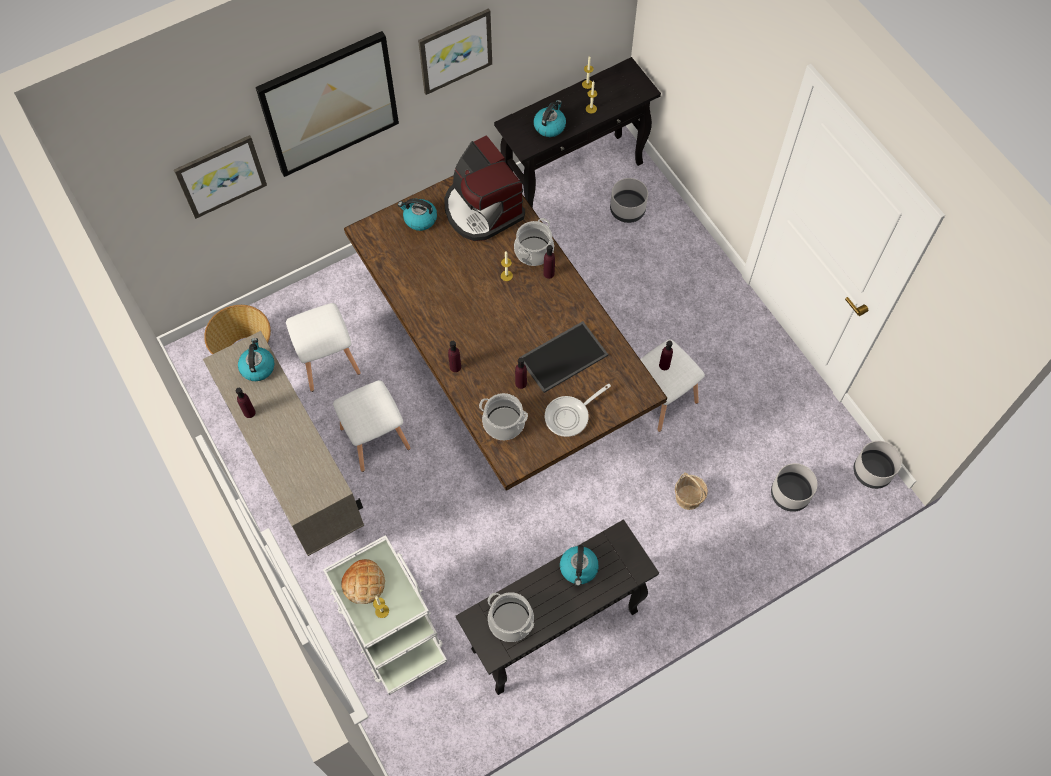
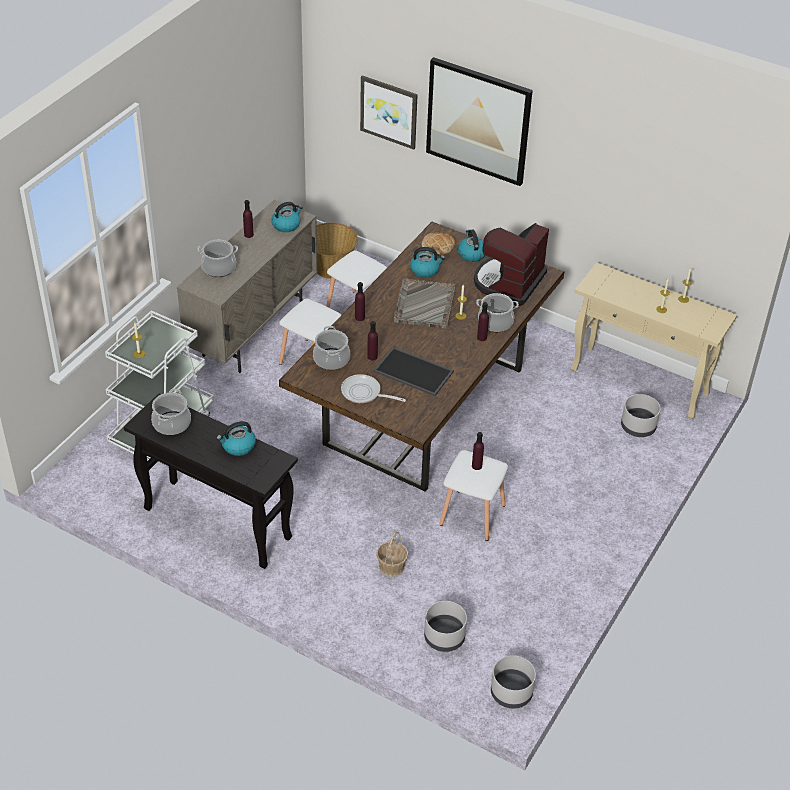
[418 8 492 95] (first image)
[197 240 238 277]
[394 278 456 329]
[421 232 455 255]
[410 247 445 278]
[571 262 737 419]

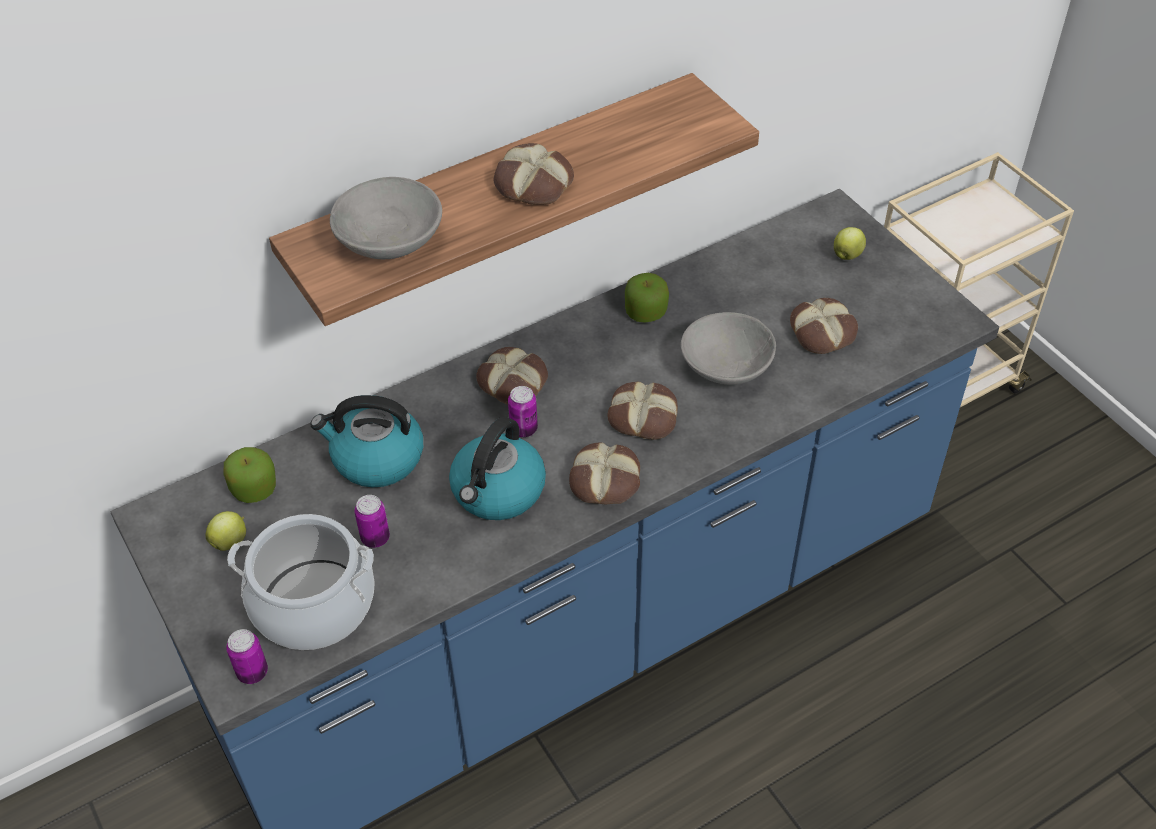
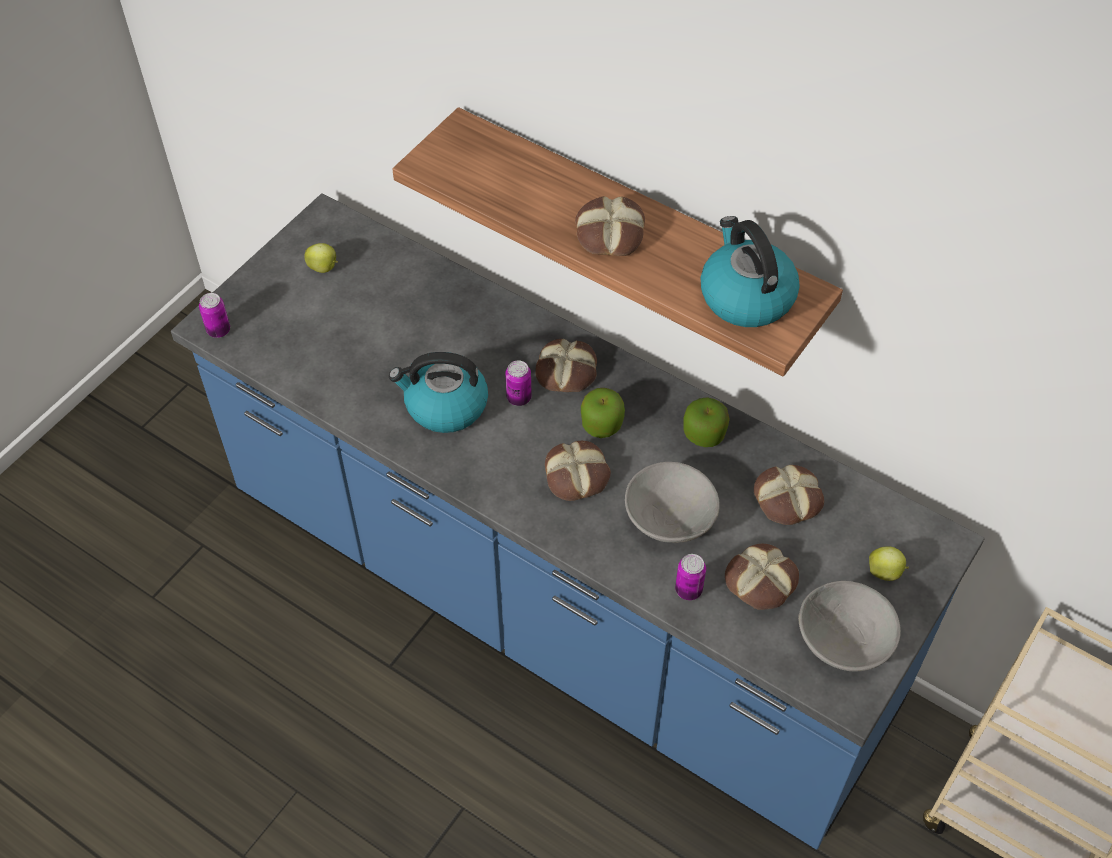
[227 514 375 650] (first image)
[581 388 625 438]
[701 216 800 327]
[798 581 901 671]
[675 554 706 600]
[754 465 824 525]

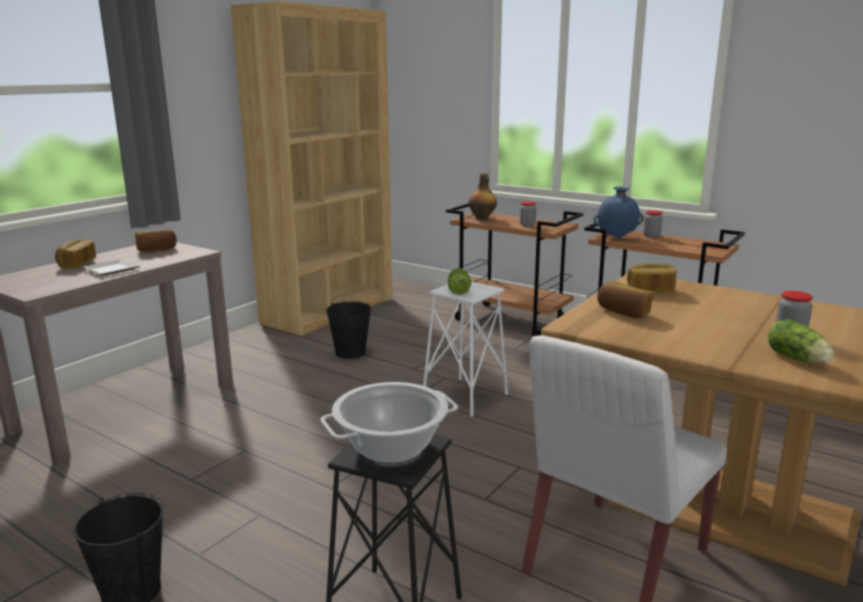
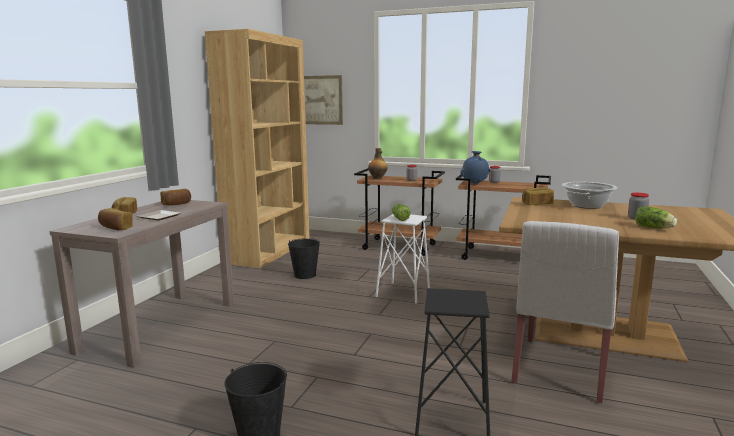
[304 75 343 125]
[562 182 617 209]
[98 208 133 230]

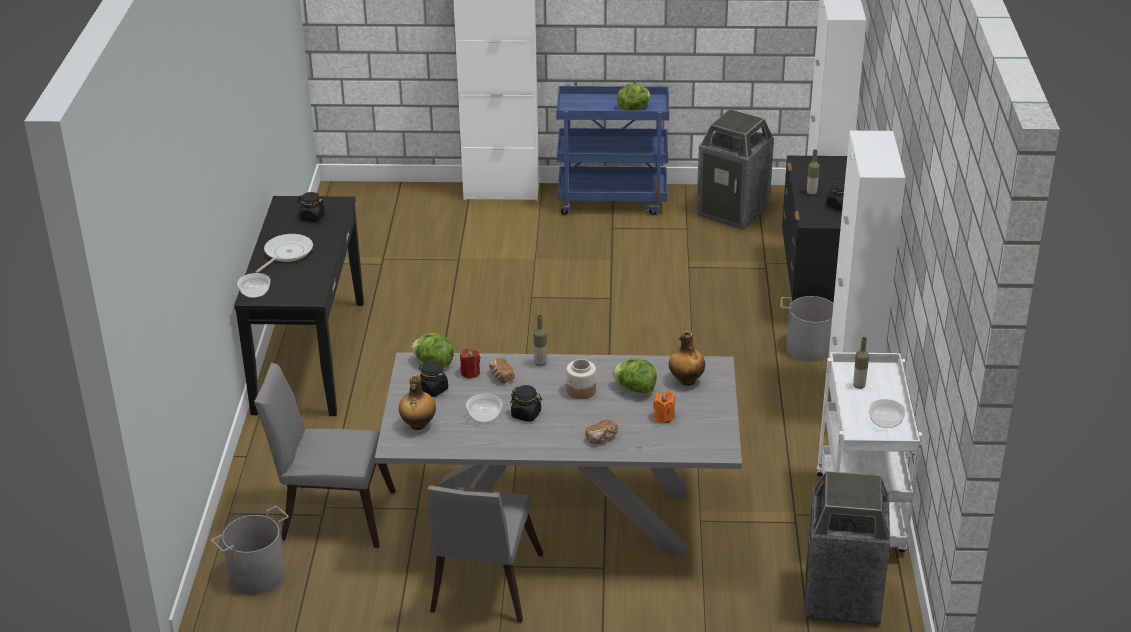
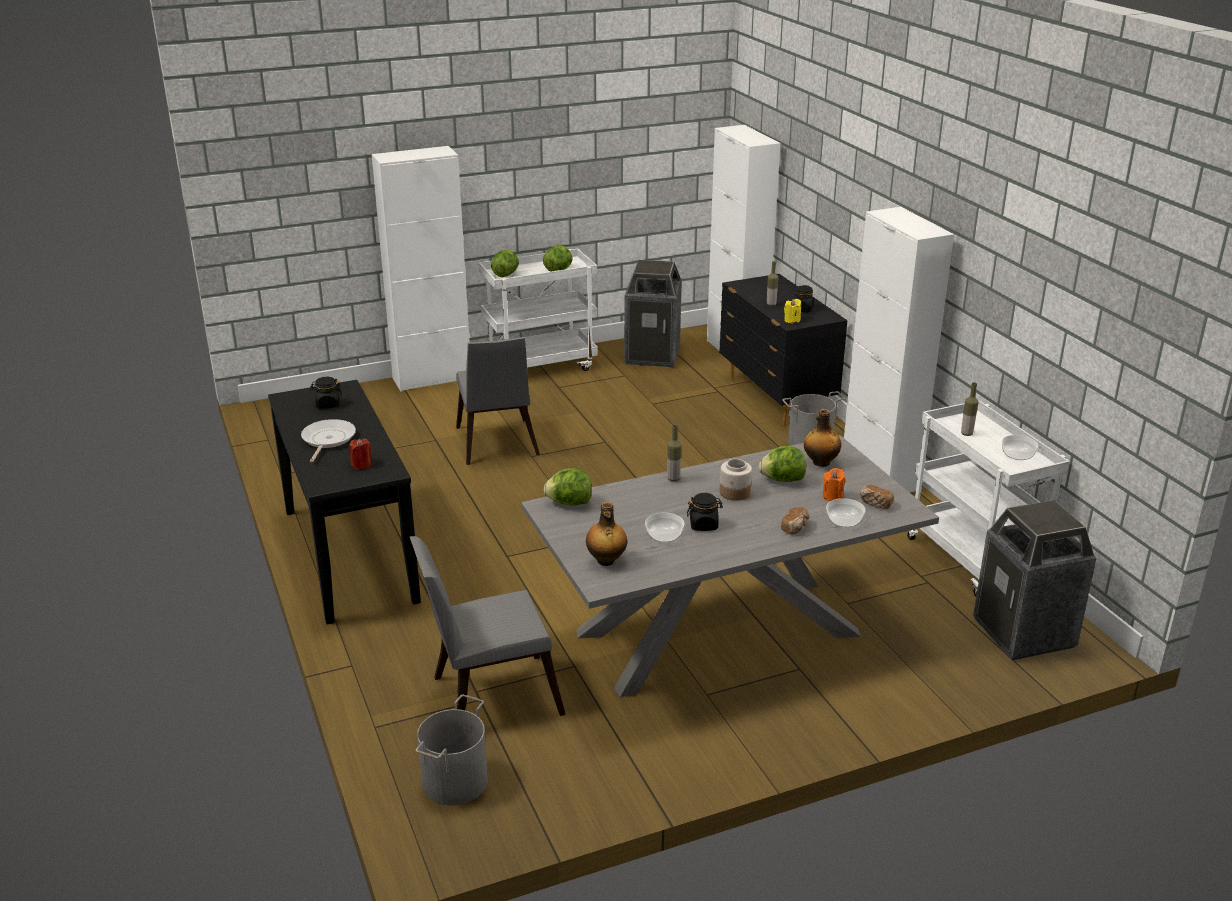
[419 361 448 397] (first image)
[491 250 519 277]
[784 299 801 324]
[826 498 865 527]
[456 337 540 465]
[349 439 372 469]
[860 484 894 509]
[479 249 598 371]

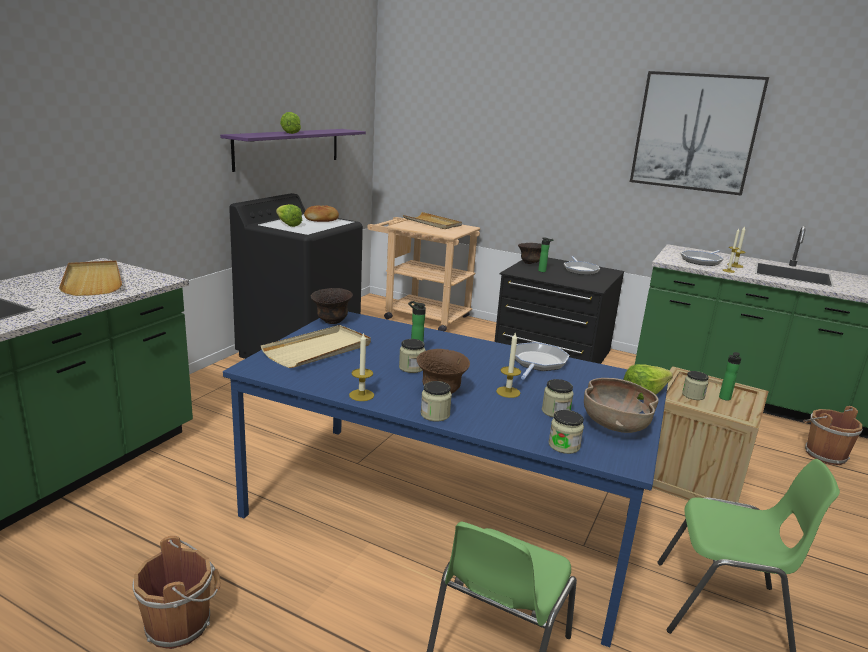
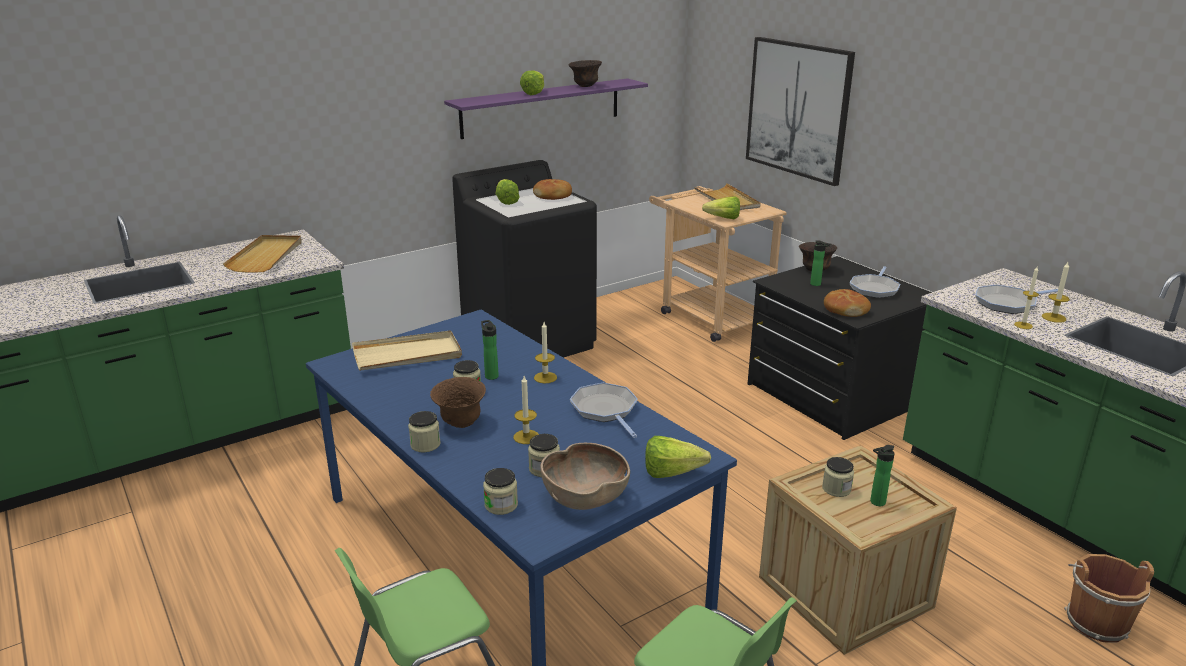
[133 536 220 649] (first image)
[702 197 740 219]
[824 289 871 317]
[569 60 602 87]
[534 322 557 383]
[746 37 855 186]
[570 383 638 438]

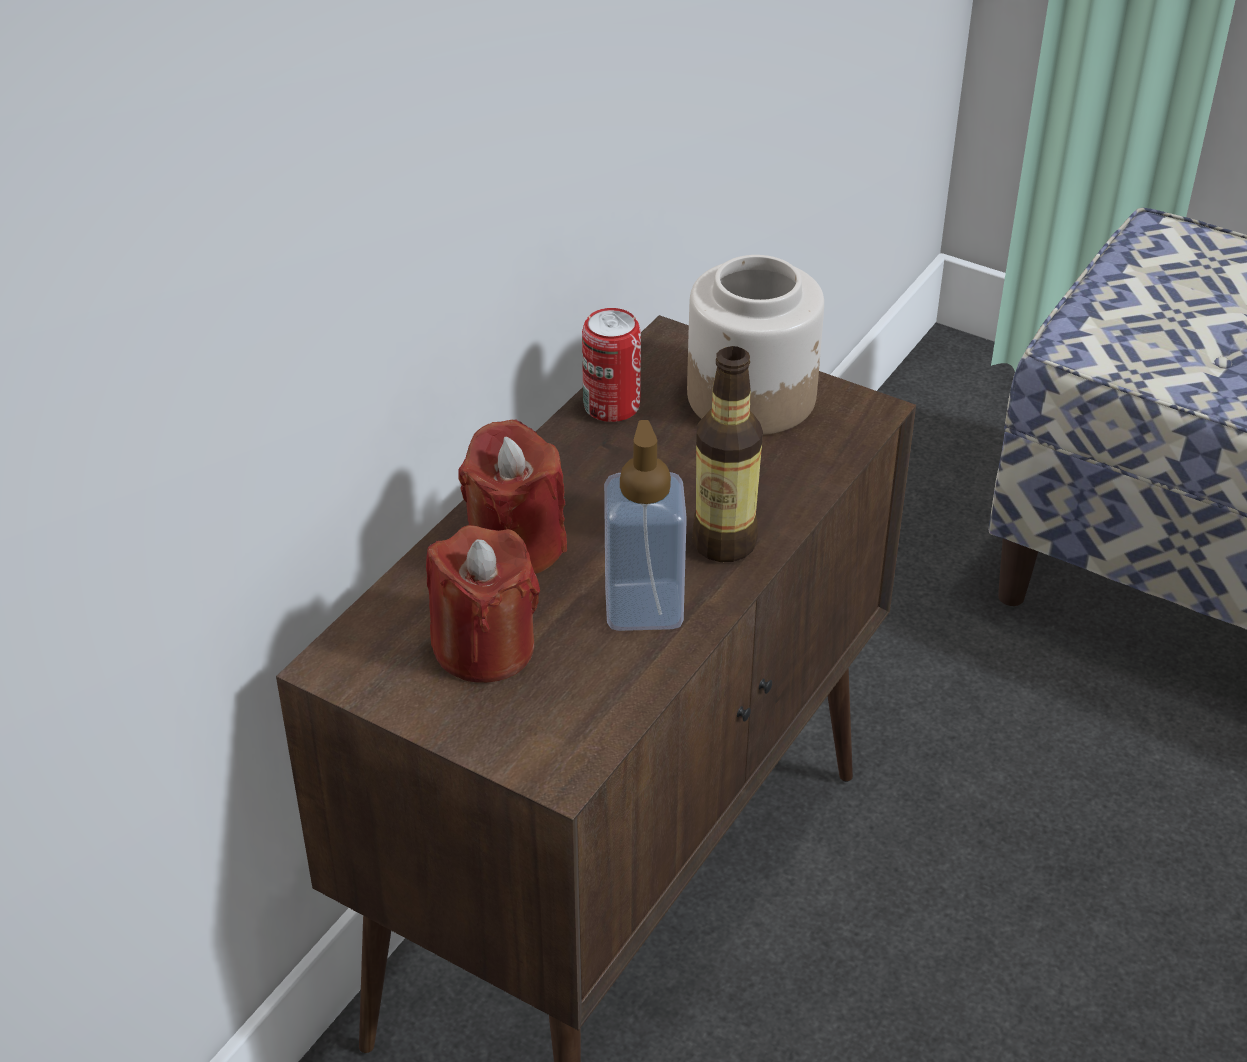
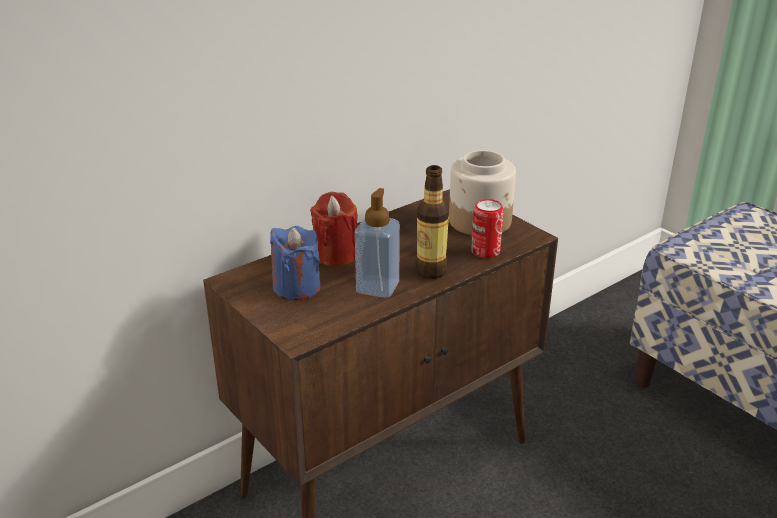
[471 199 504 258]
[270 226 320 301]

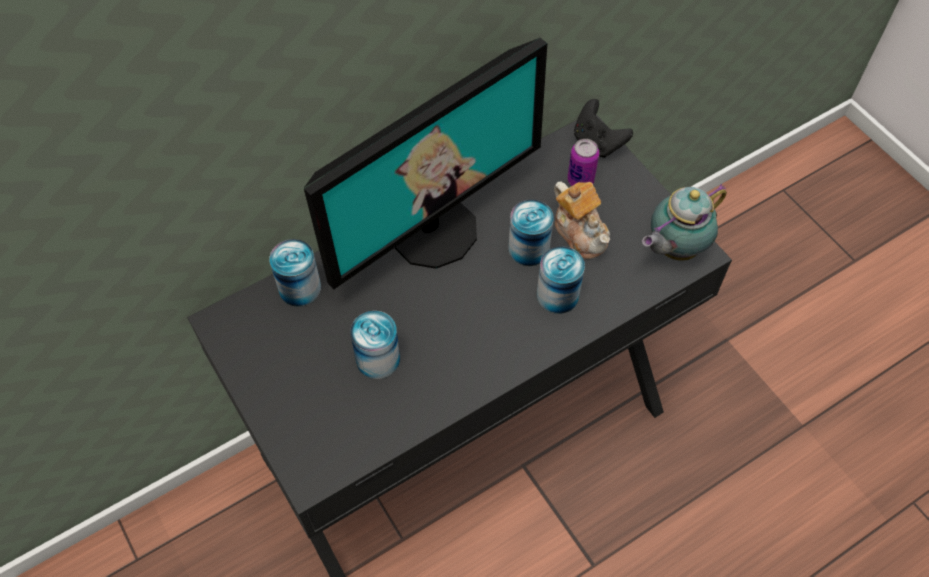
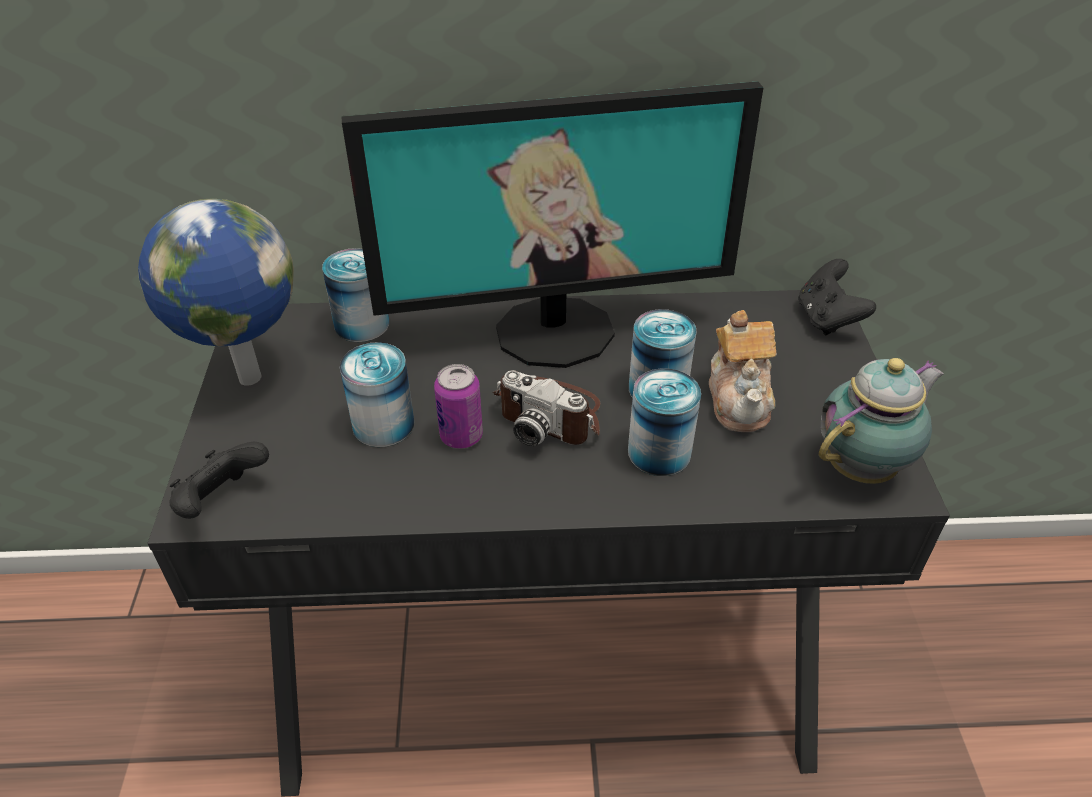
[138 199 294 386]
[170 442 269 519]
[492 370 600 446]
[434 364 483 449]
[819 358 944 484]

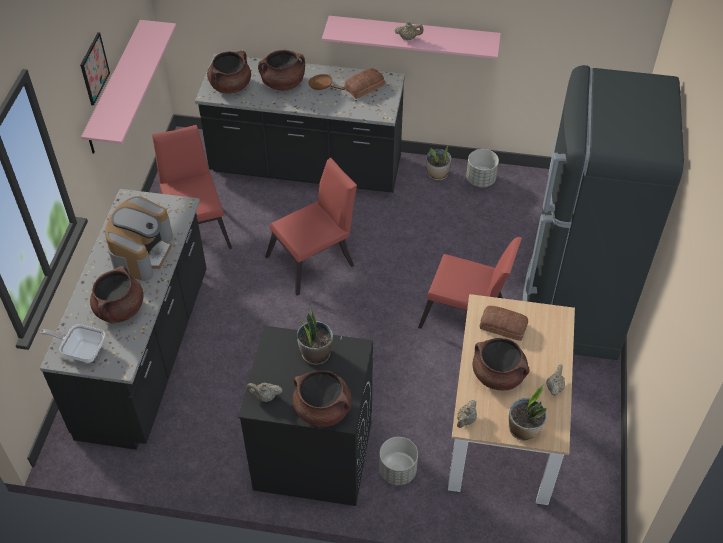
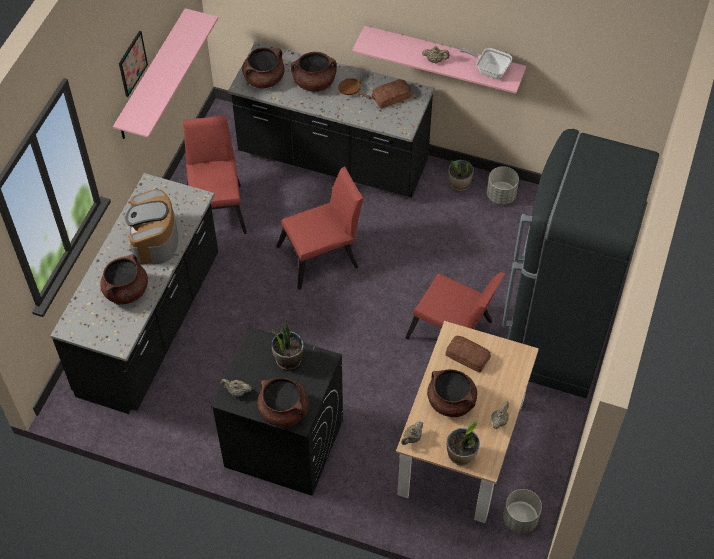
[459 48 512 79]
[503 489 542 534]
[125 189 178 265]

